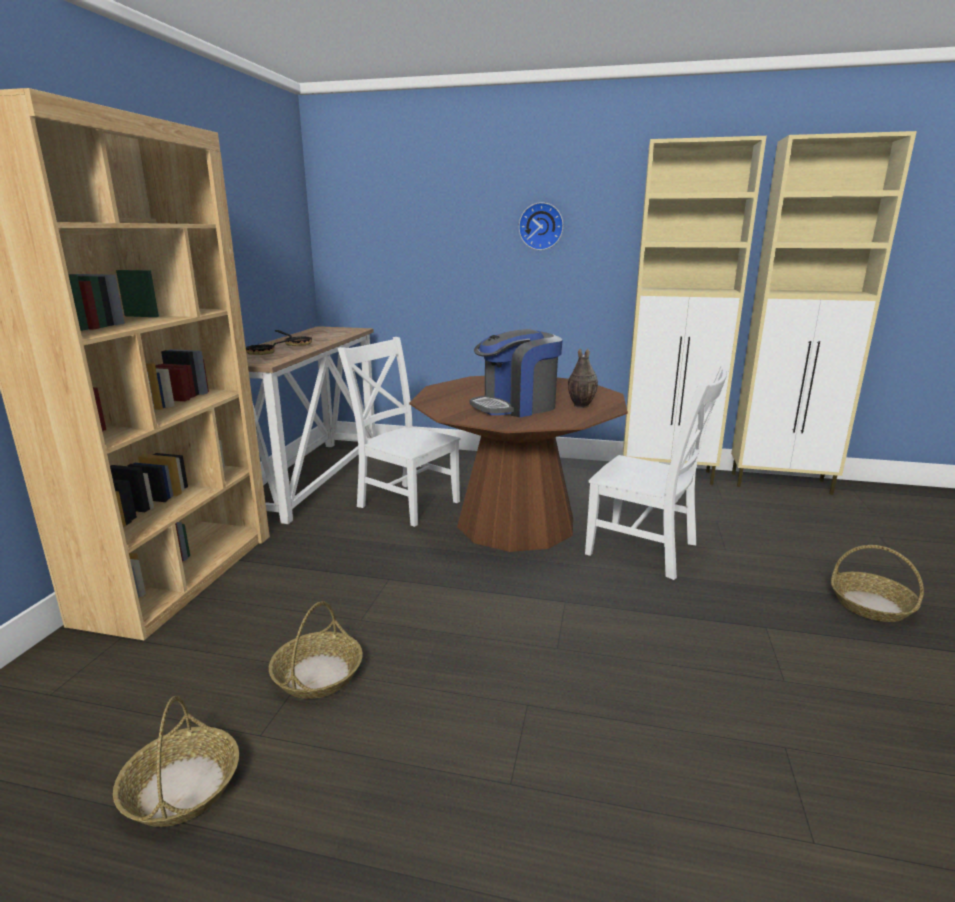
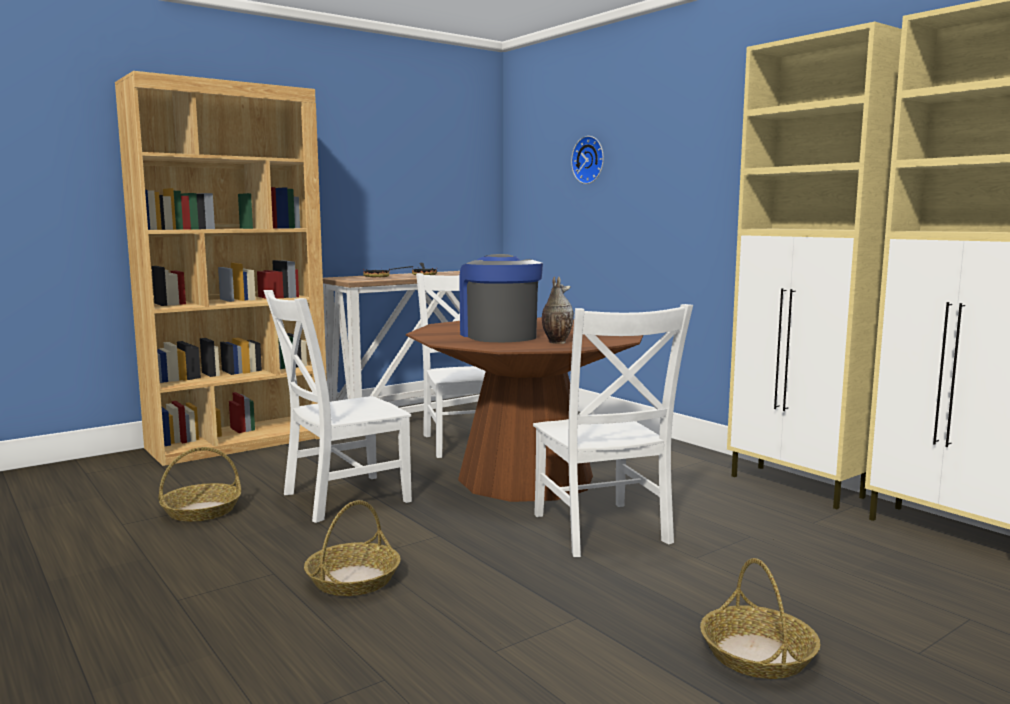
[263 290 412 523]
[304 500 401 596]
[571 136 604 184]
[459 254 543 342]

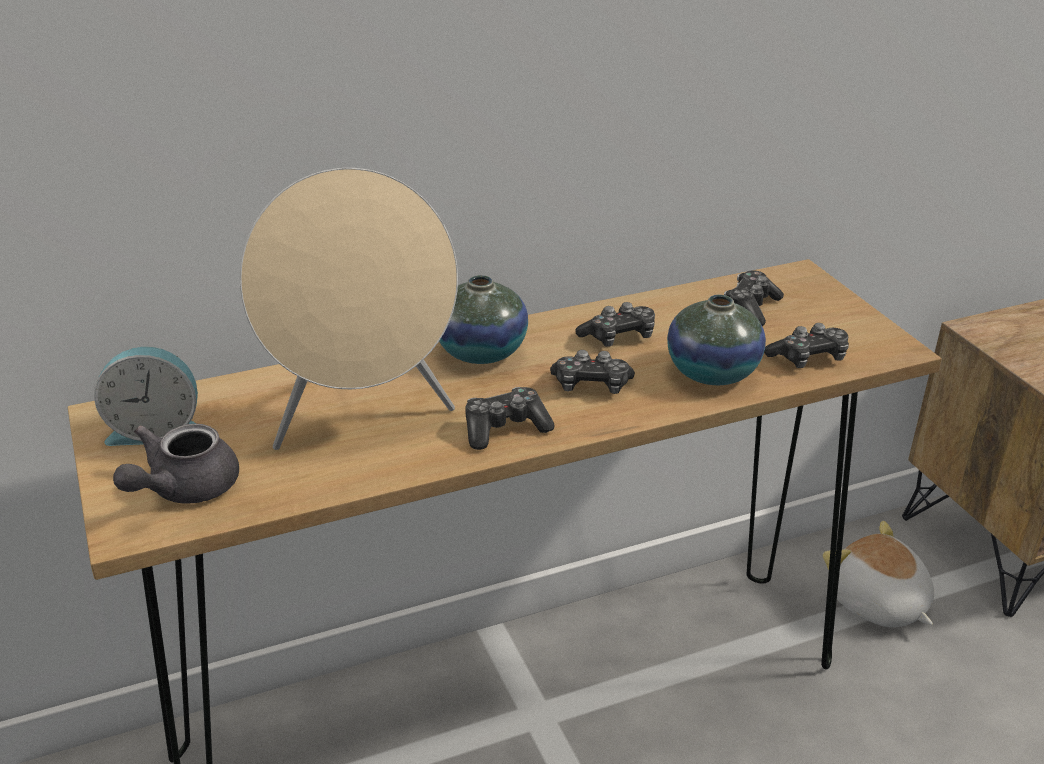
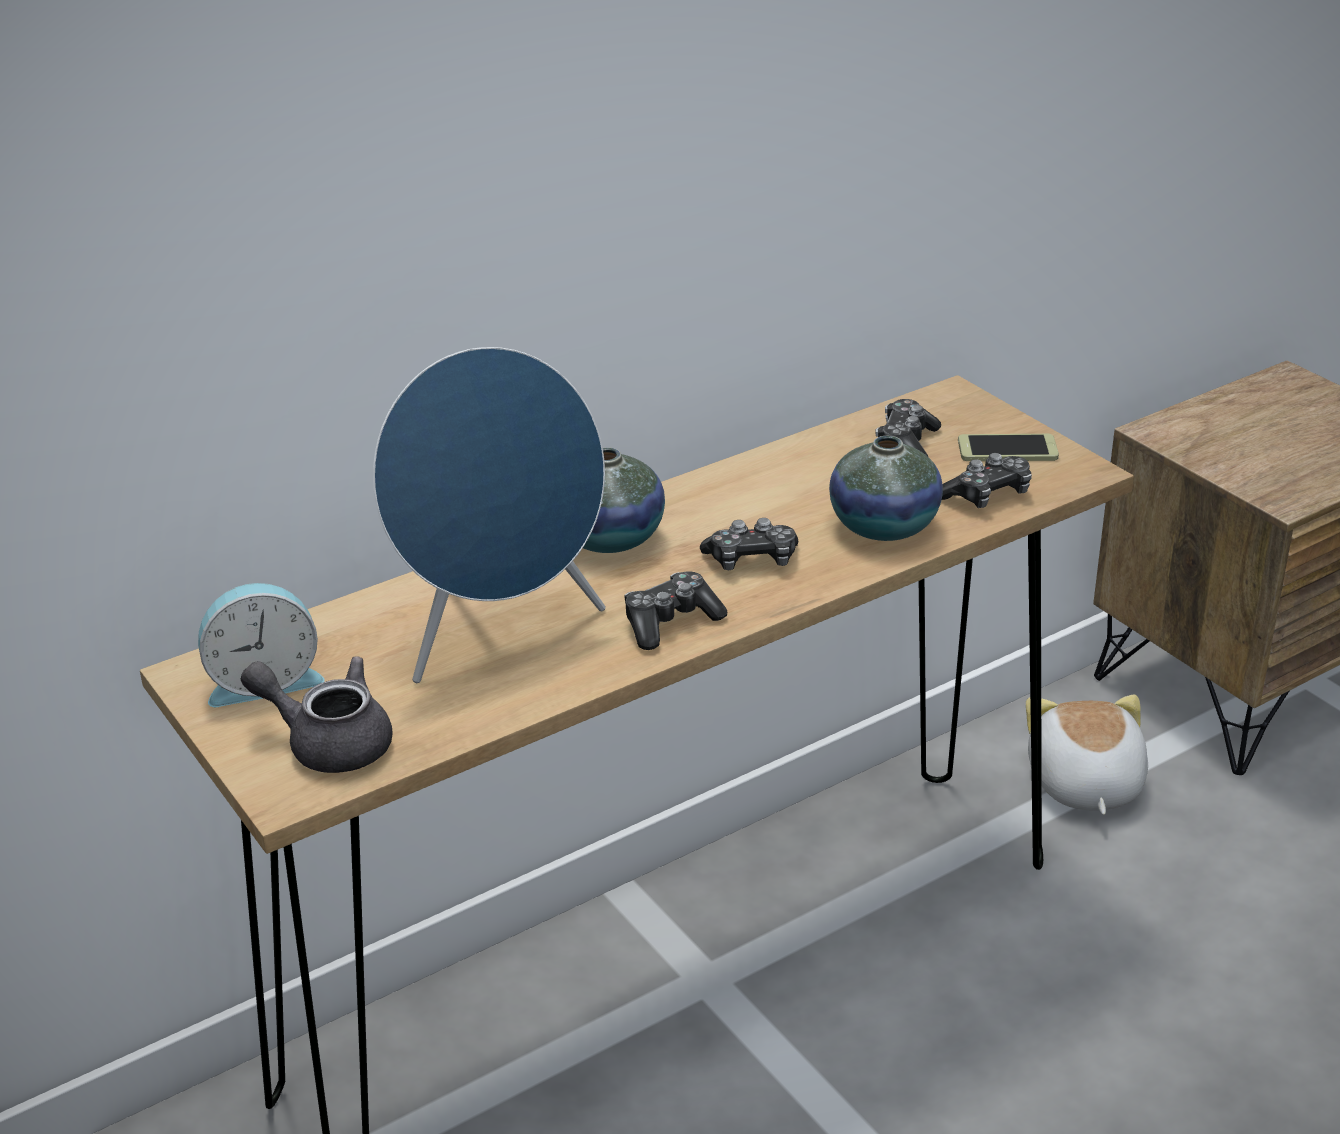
[575 302 655 347] (first image)
[958 434 1059 461]
[373 347 606 683]
[241 656 393 773]
[1026 695 1148 815]

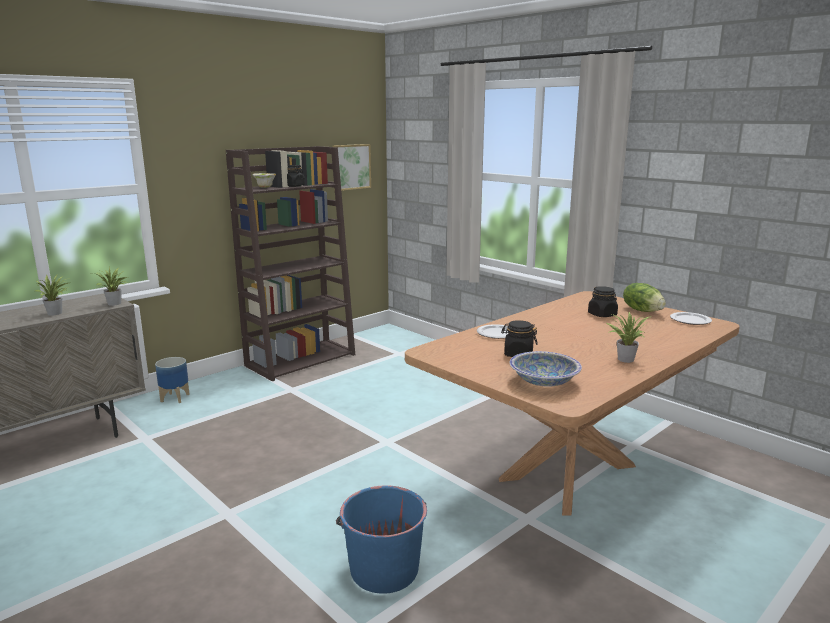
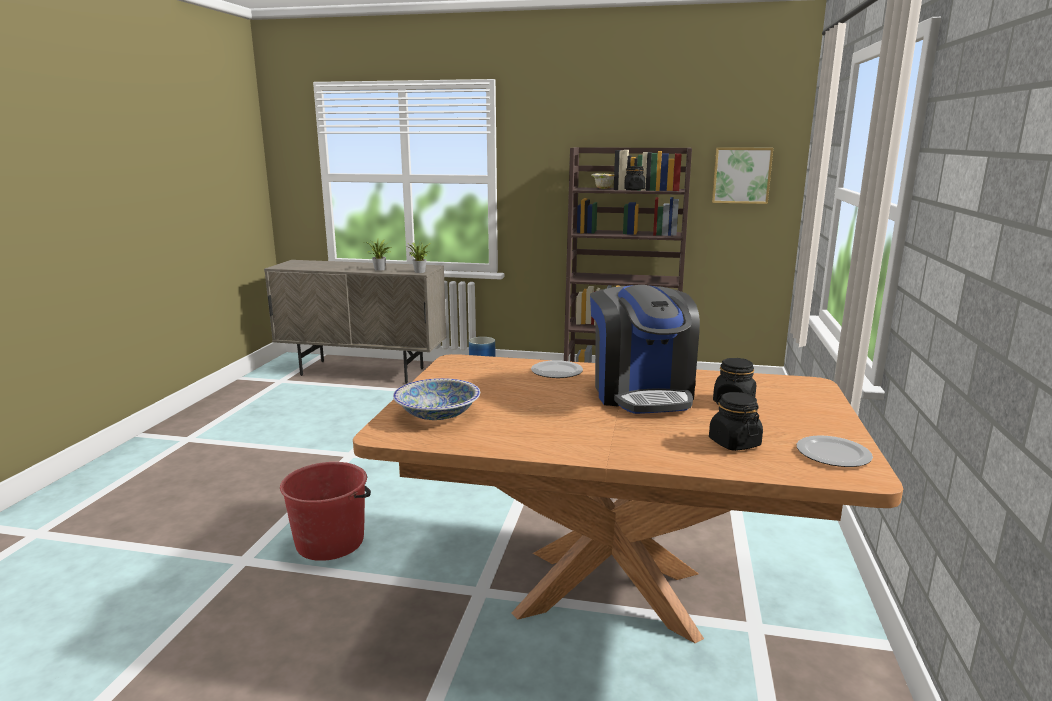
[606 312 652 363] (first image)
[623 283 666 312] (first image)
[590 285 700 414]
[709 392 763 451]
[280 462 371 561]

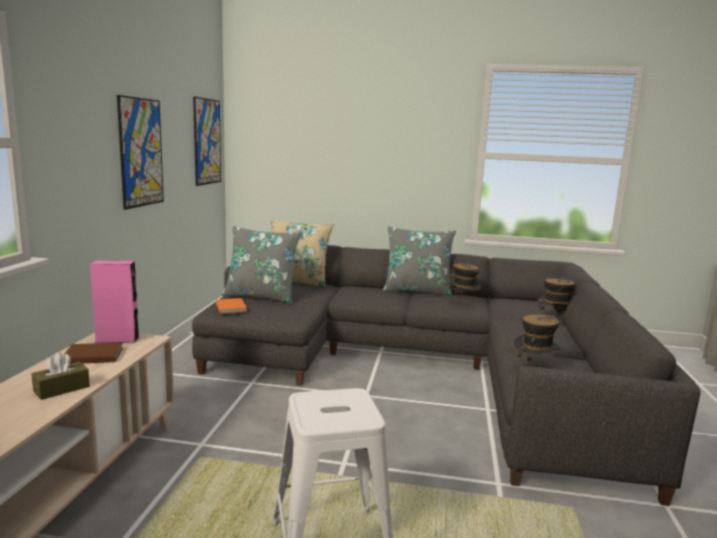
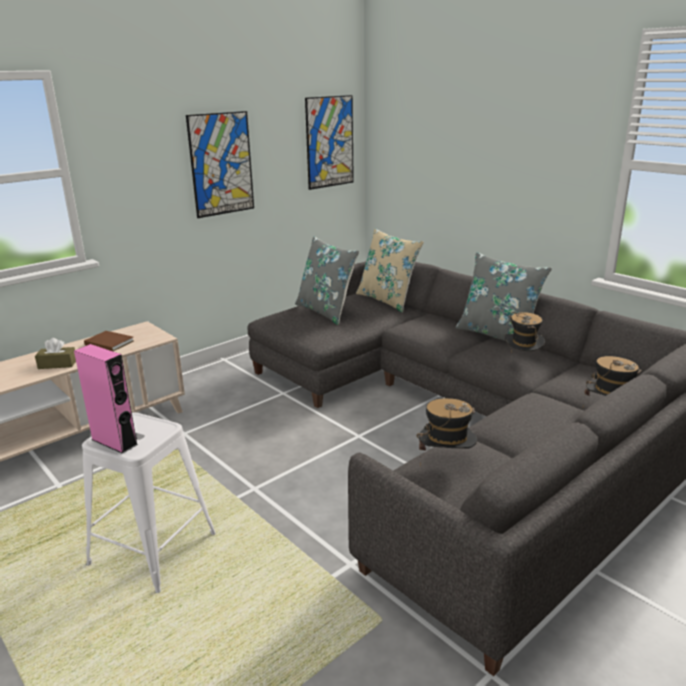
[216 298 247 314] (first image)
[74 344 138 454]

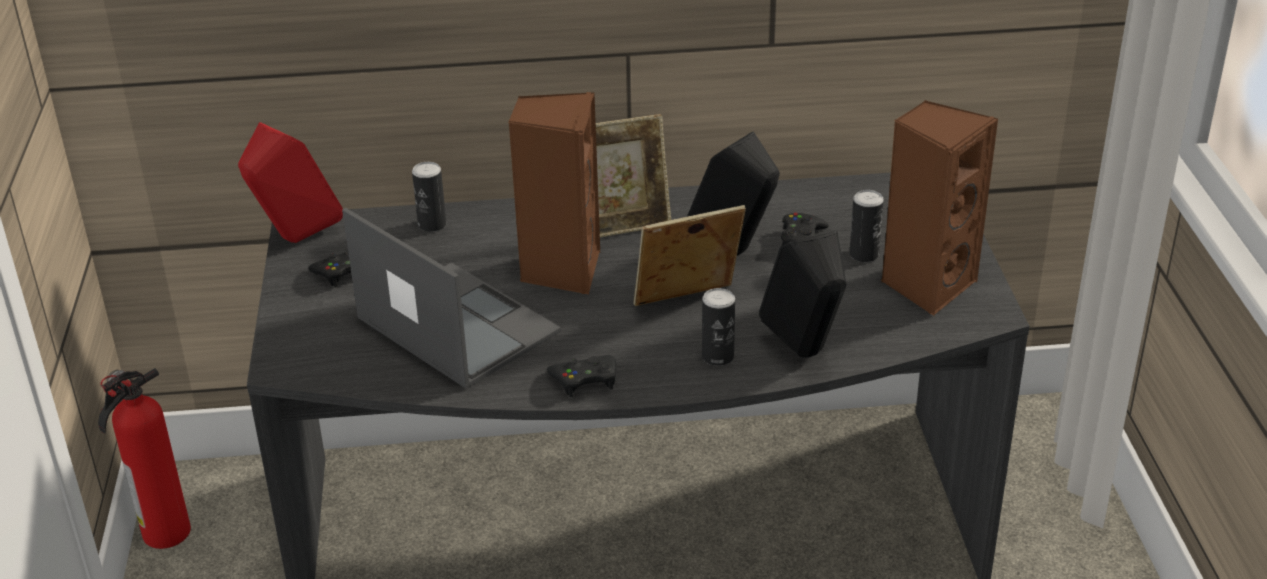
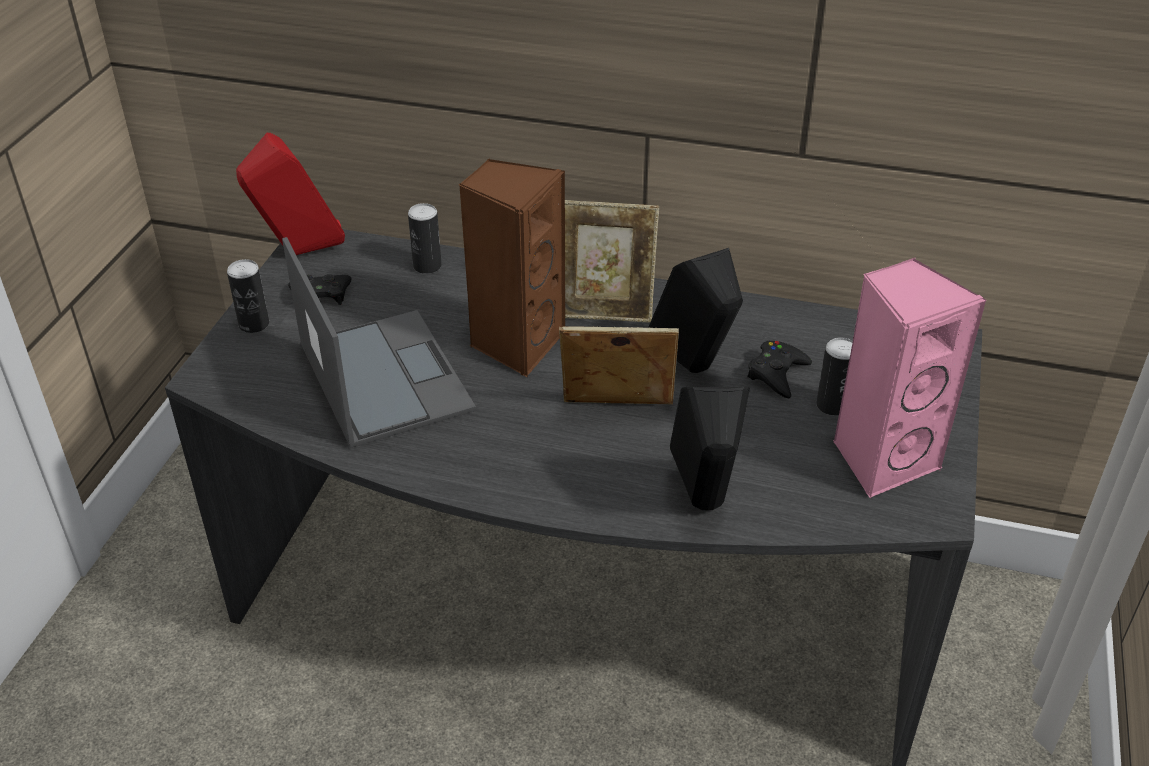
[98 368 191 549] (first image)
[547 355 616 397] (first image)
[227 259 269 333]
[833 257 986 498]

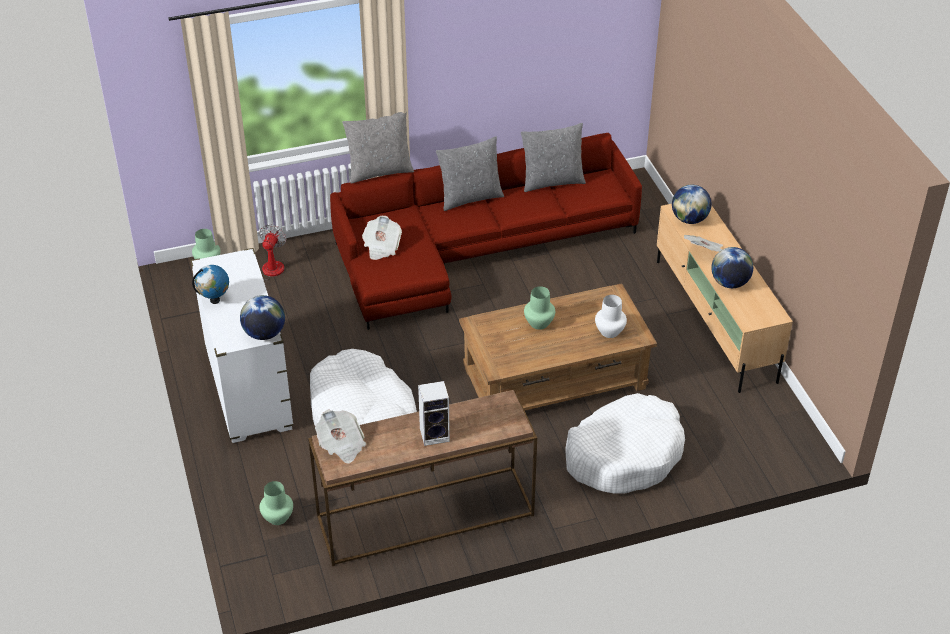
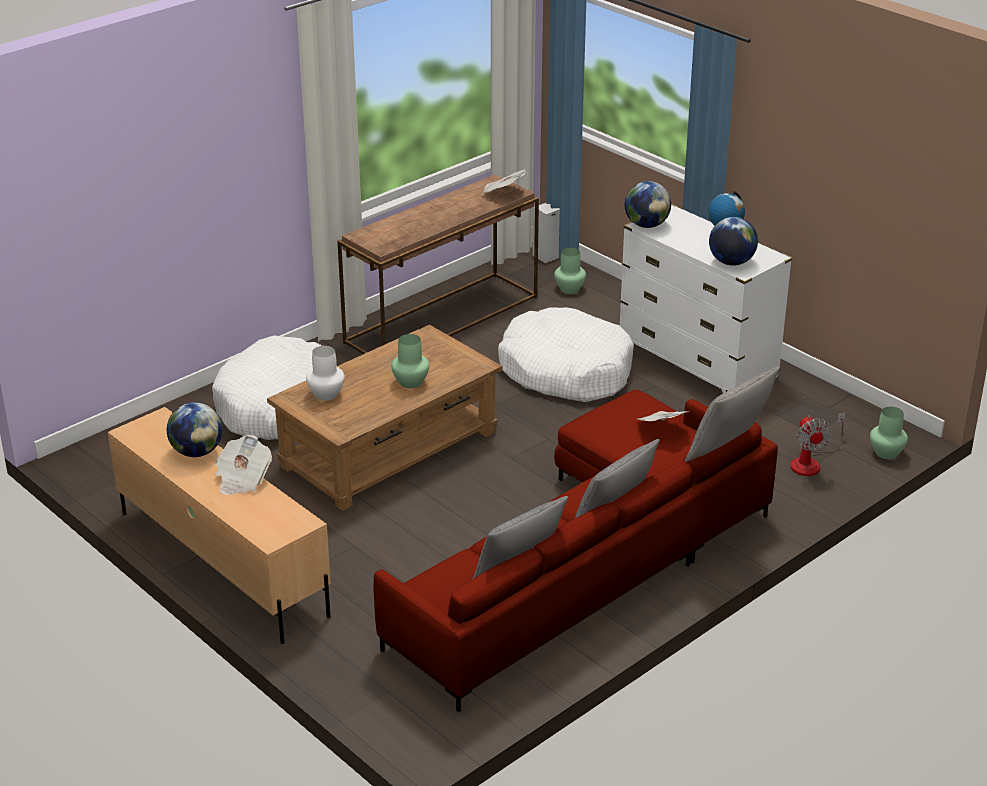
[532 203 560 263]
[709 217 758 266]

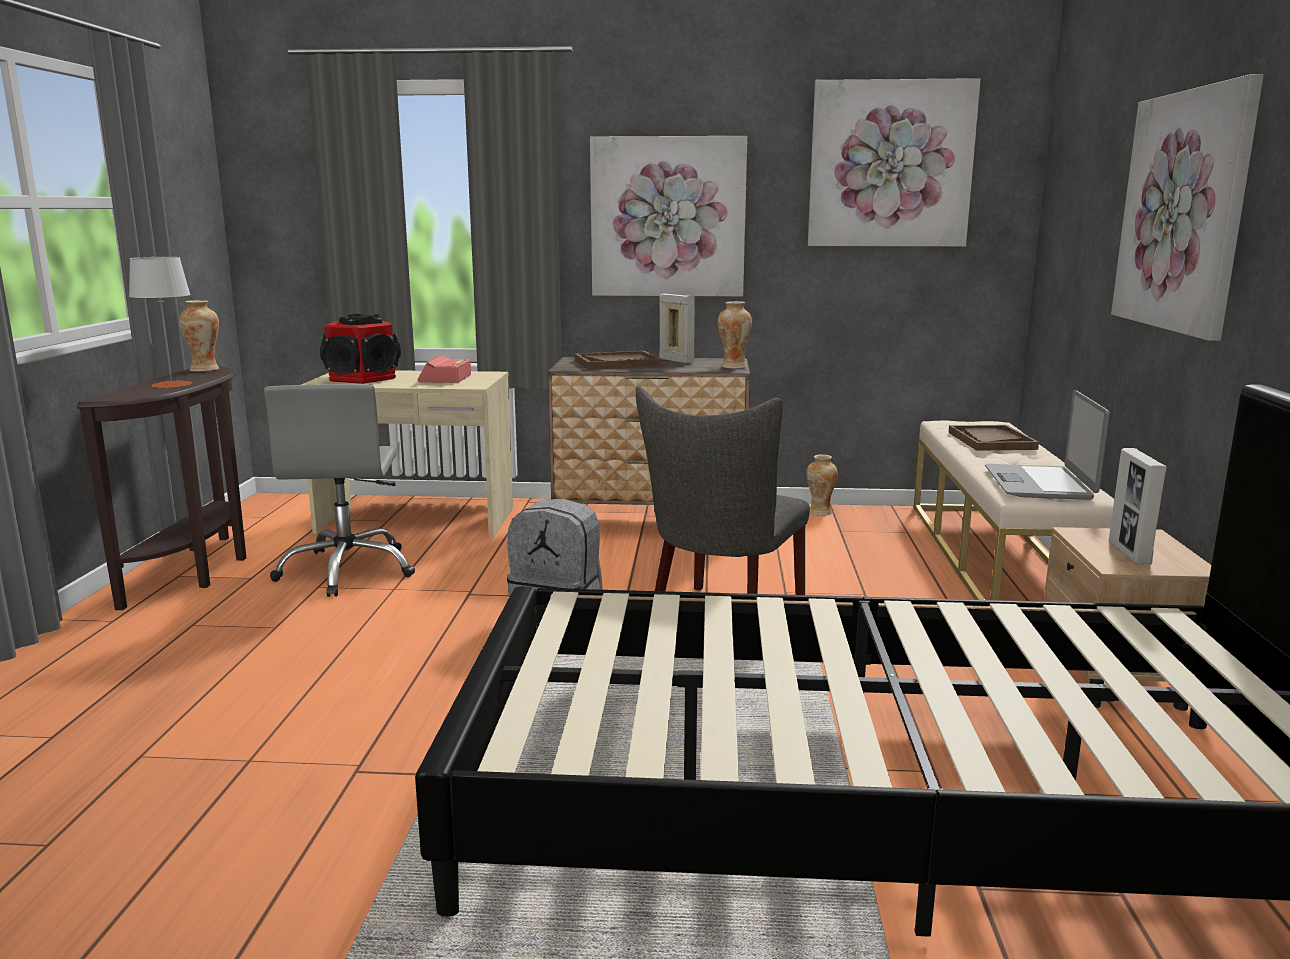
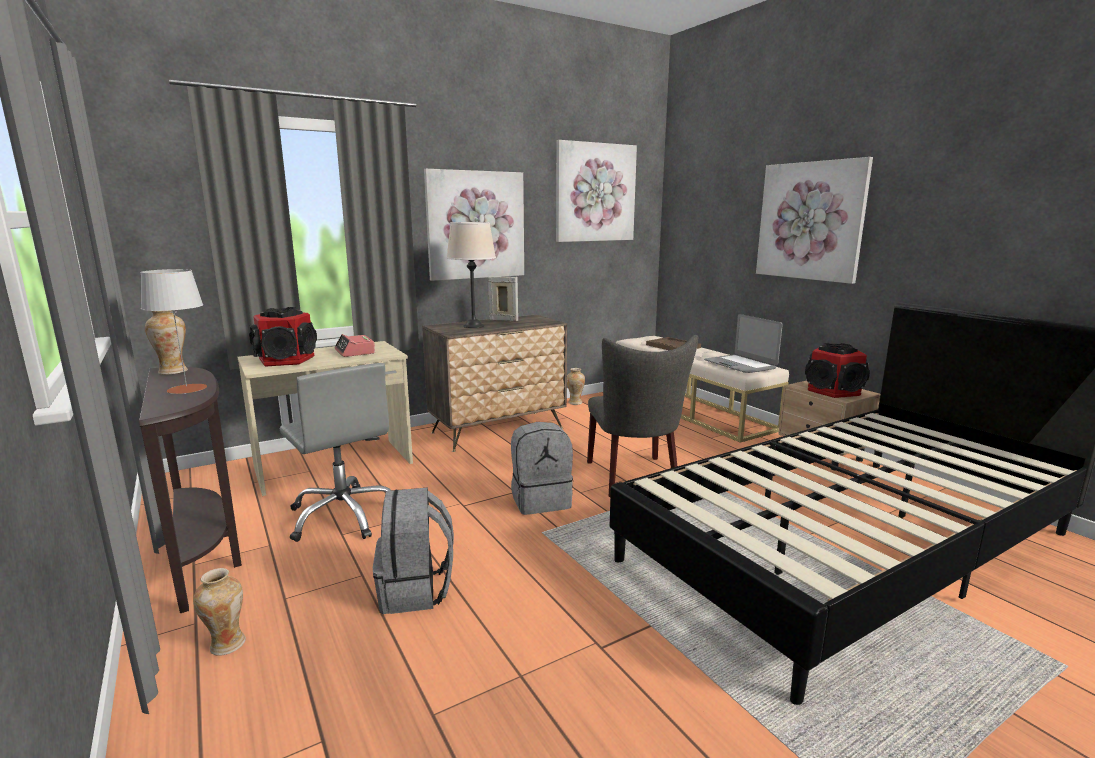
[373 487 454 614]
[193 568 246 656]
[447 222 496 328]
[805 343 870 398]

